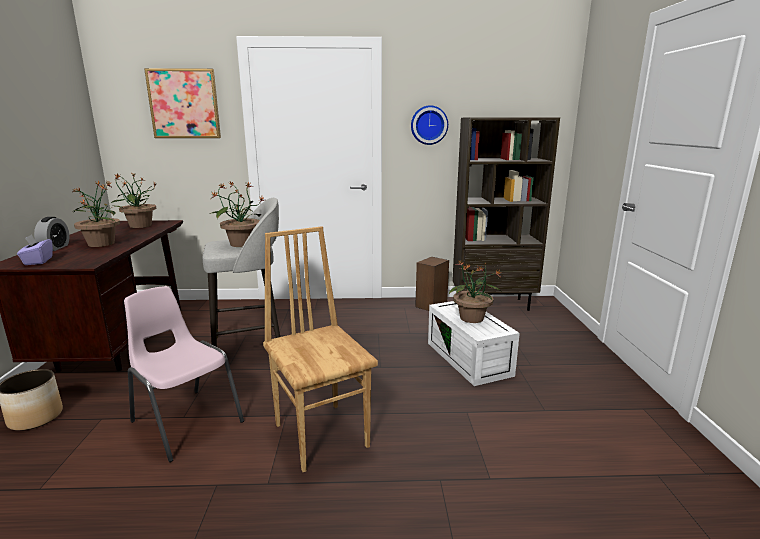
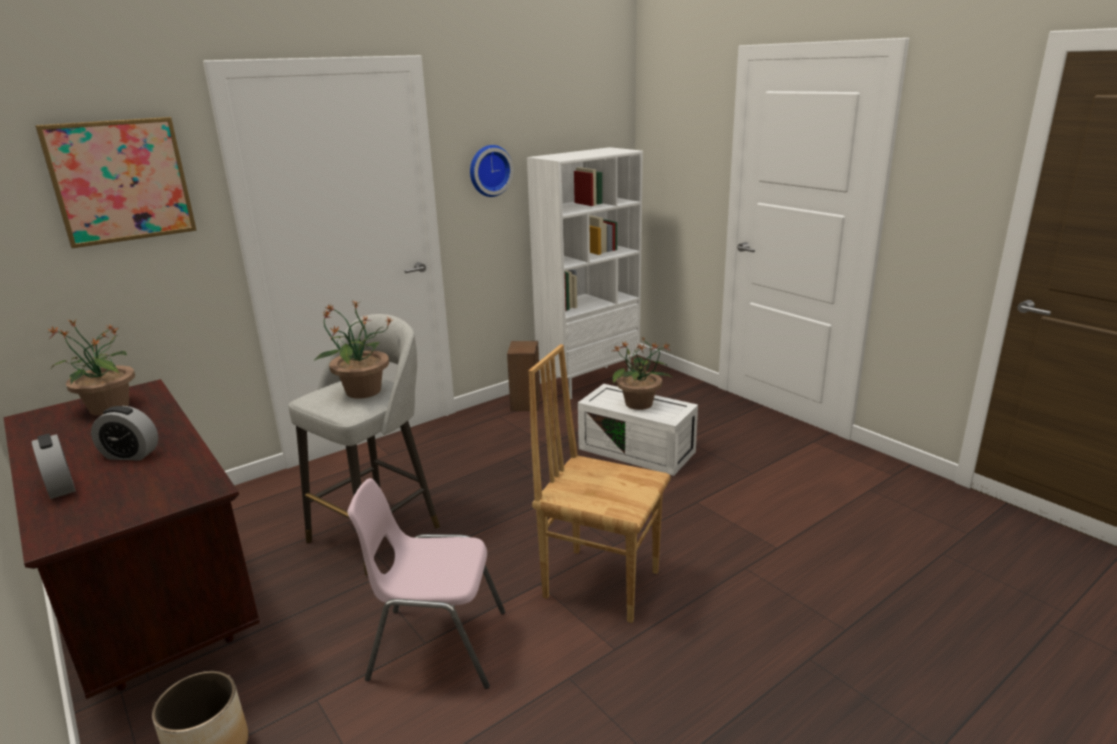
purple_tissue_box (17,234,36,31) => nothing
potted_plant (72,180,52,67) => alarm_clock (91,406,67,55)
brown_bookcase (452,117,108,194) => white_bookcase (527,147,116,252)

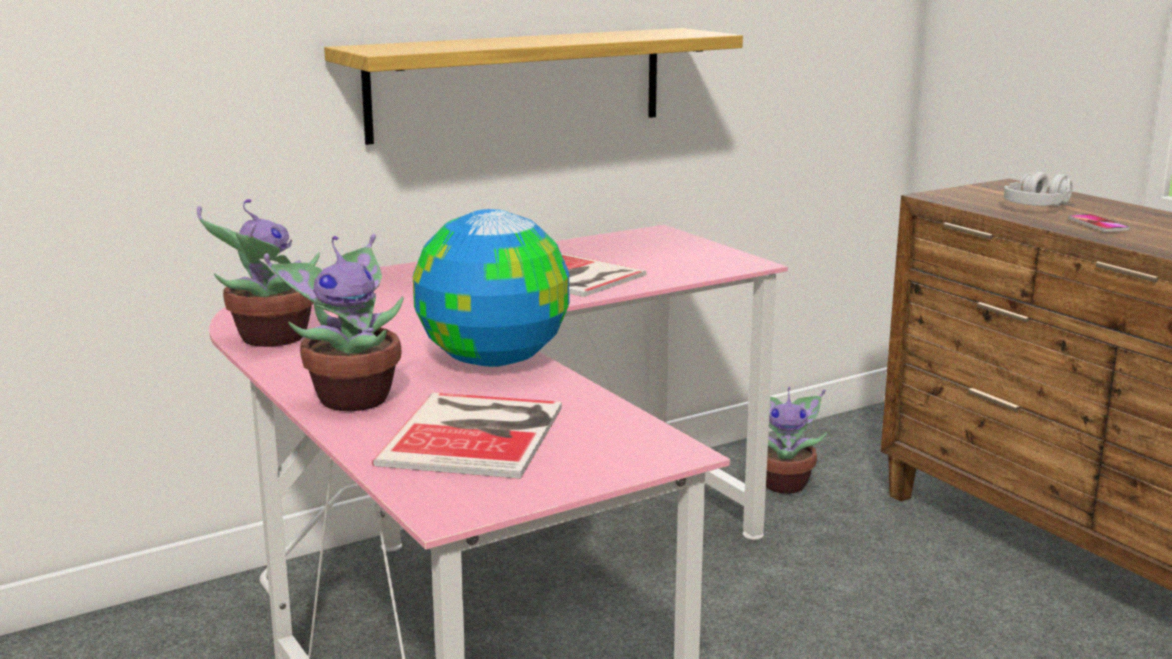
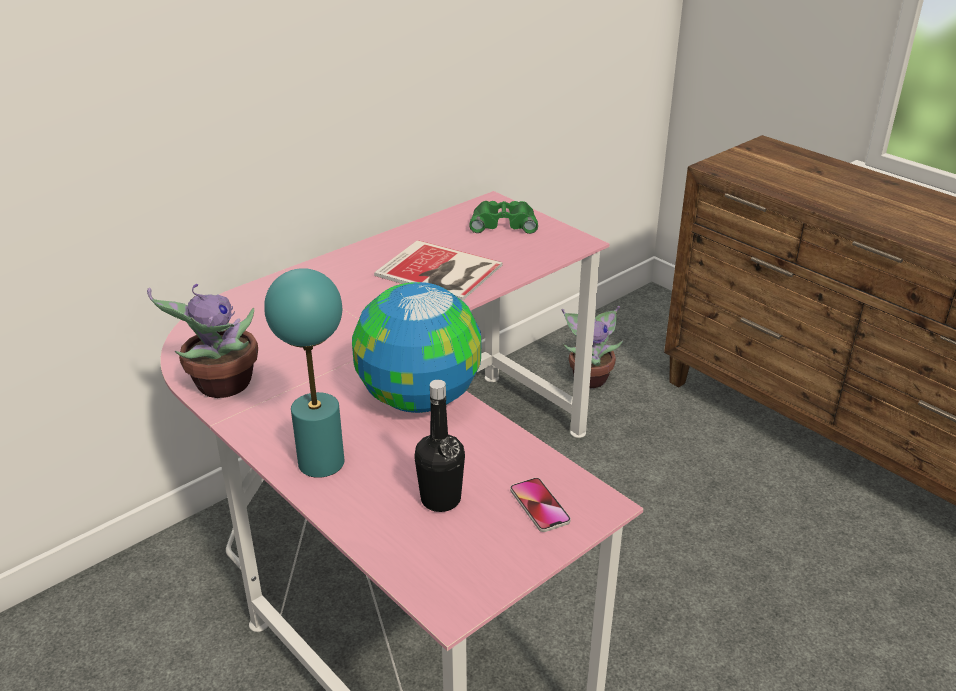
shelf (324,28,419,117) => nothing
grey_headphones (1004,171,69,35) => nothing
nothing => green_binoculars (469,201,69,33)
phone (1068,214,62,18) => phone (510,478,61,54), moved
potted_plant (264,234,140,177) => turquoise_table_lamp (264,268,80,210)
book (372,393,190,86) => black_bottle (414,380,51,132)

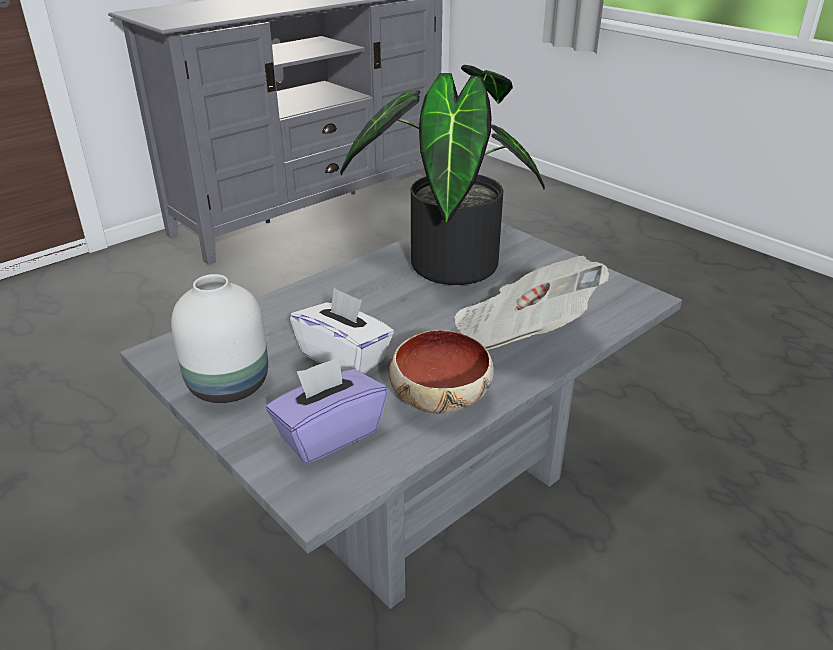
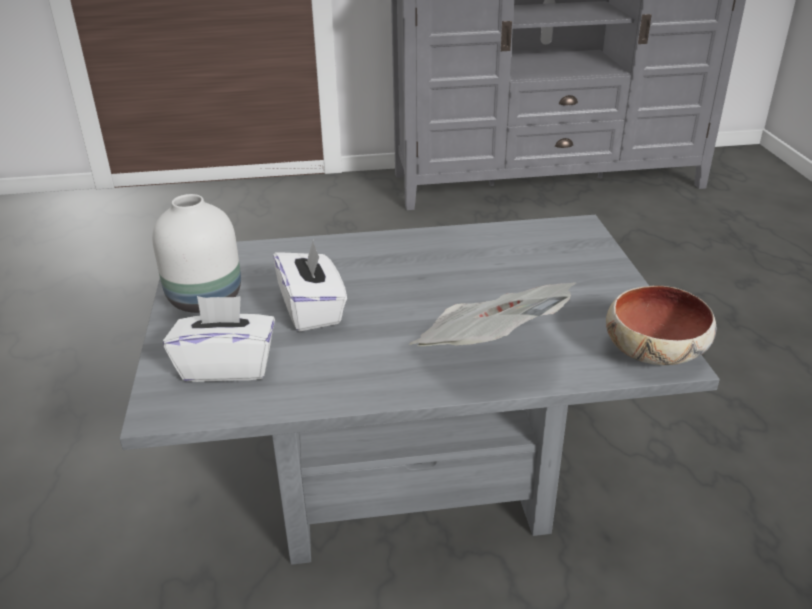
potted_plant (340,65,205,220) => nothing
bowl (389,330,105,83) => bowl (606,286,110,79), moved
purple_tissue_box (266,357,121,106) => white_tissue_box (163,296,112,86)

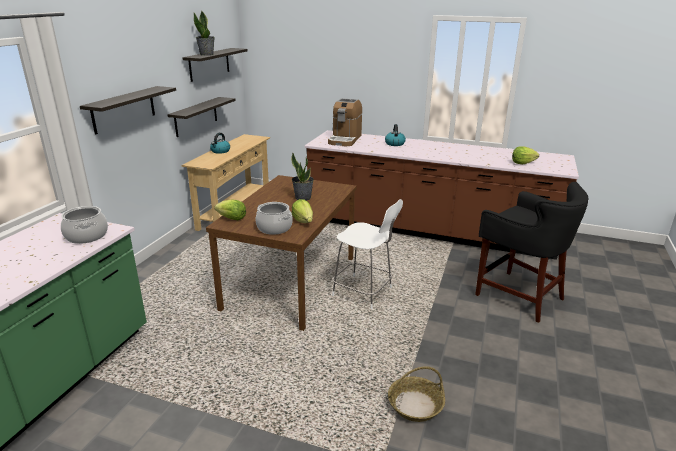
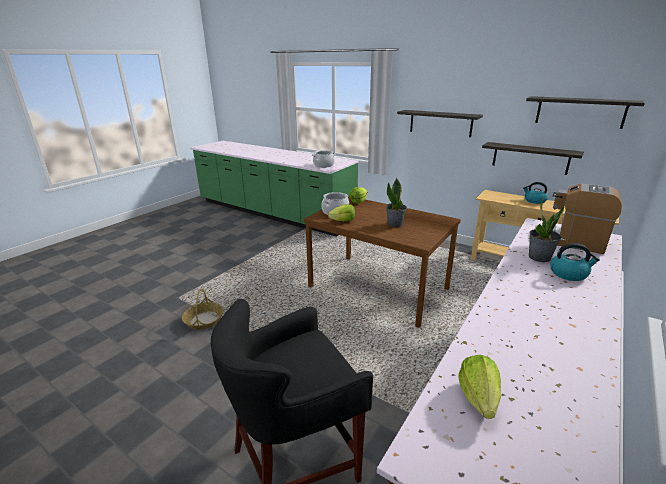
white_chair (332,199,71,110) => nothing
potted_plant (194,11,21,45) => potted_plant (529,197,38,65), moved

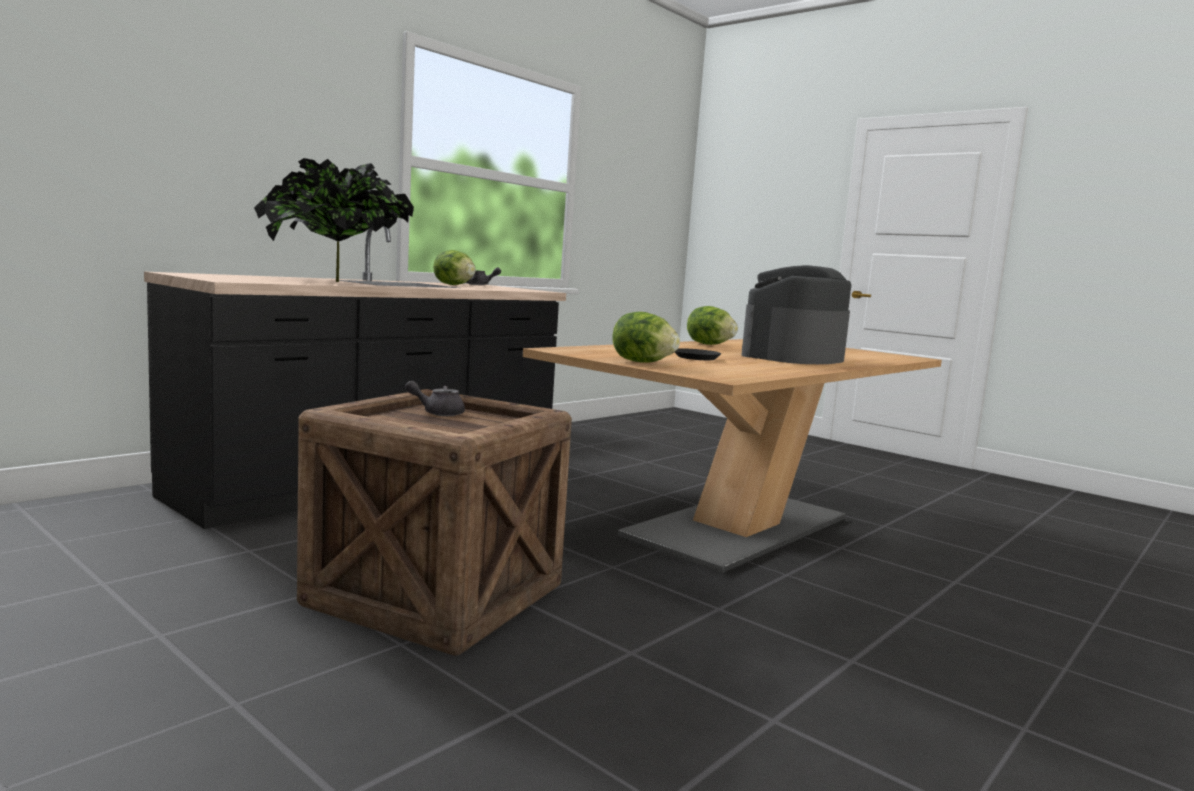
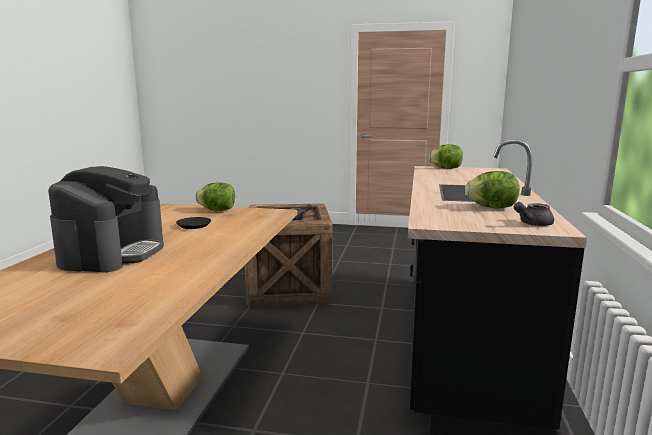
potted_plant (254,158,160,124) => nothing
lettuce (687,306,51,39) => lettuce (428,144,35,25), moved

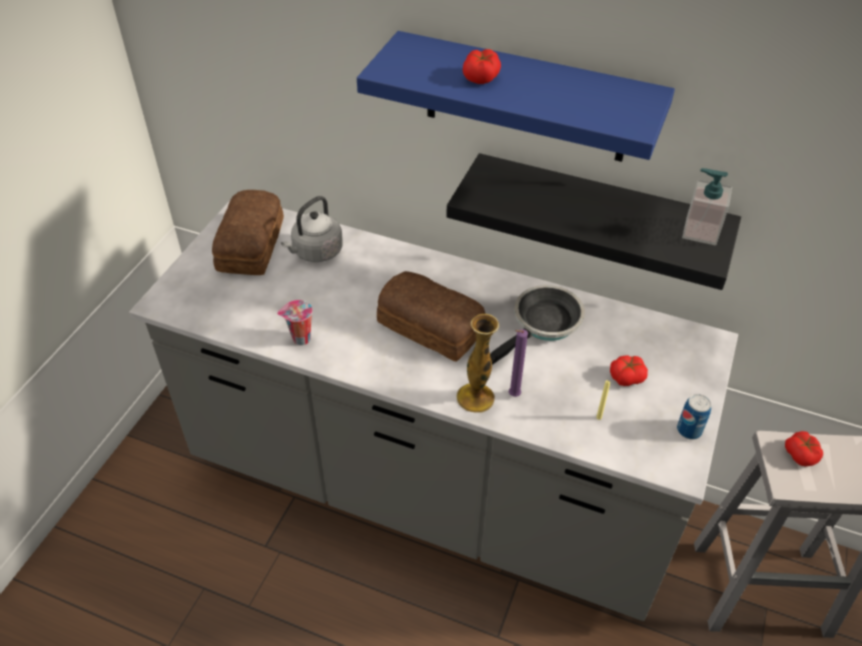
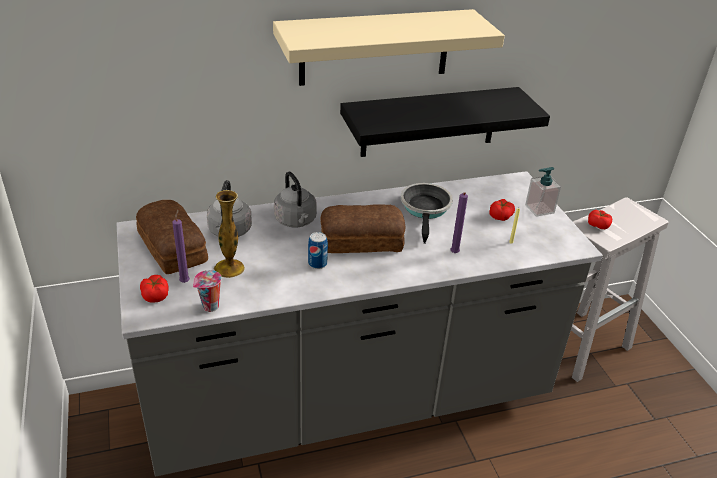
nothing => purple_candle (172,209,18,74)
nothing => grey_kettle (274,171,43,57)
cup (277,300,36,46) => cup (193,270,29,42), moved
vase (456,314,43,99) => vase (214,190,31,88), moved
tomato (463,49,38,35) => tomato (140,275,29,28), moved
can (677,394,34,46) => can (308,232,20,37), moved
soap_dispenser (682,168,50,77) => soap_dispenser (525,167,36,50), moved
blue_shelf (357,31,318,131) => beige_shelf (273,9,232,77)

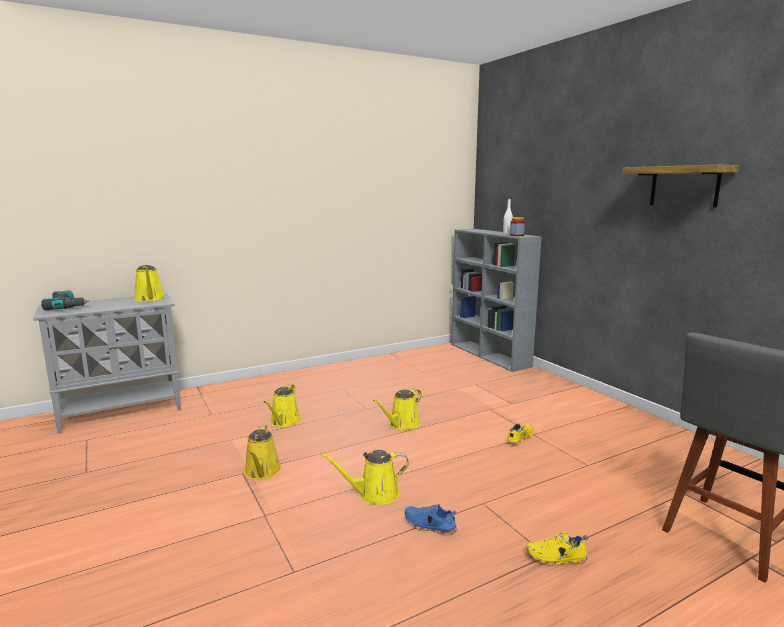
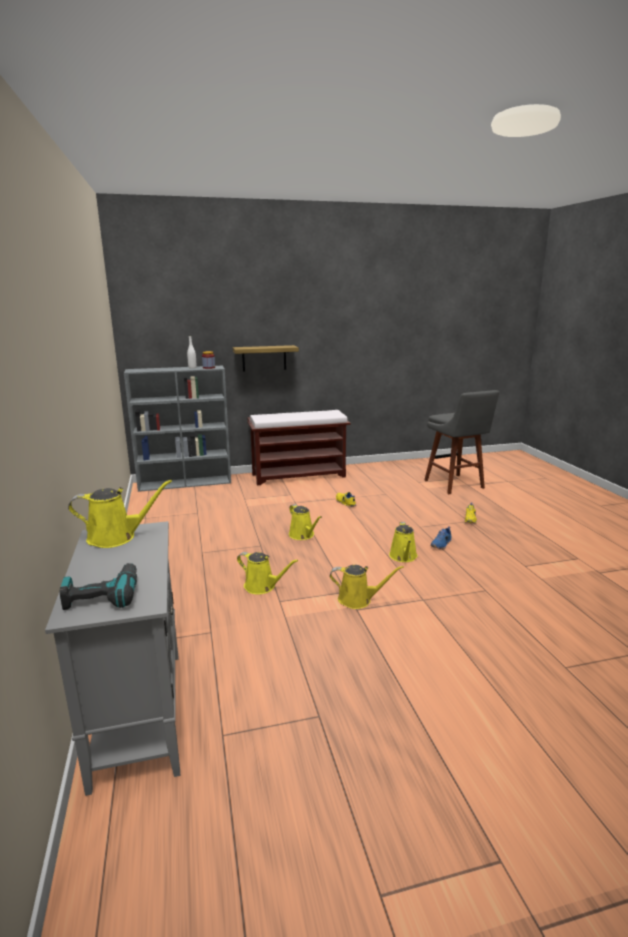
nothing => brown_bench (247,410,104,75)
shelf (622,165,117,42) => shelf (233,345,66,27), moved

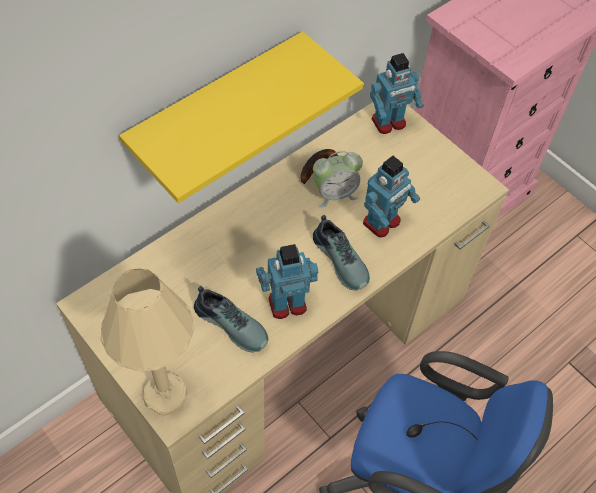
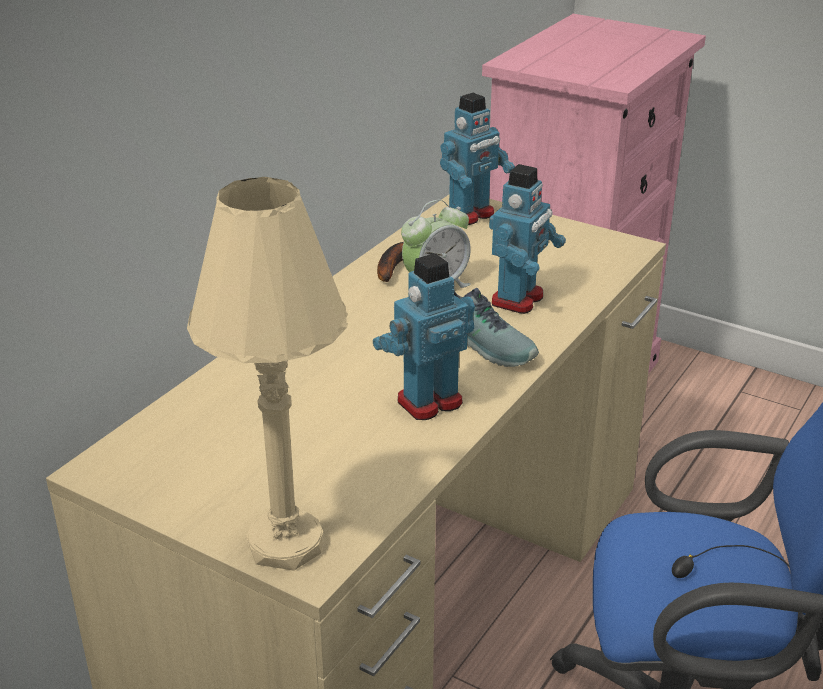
yellow_shelf (119,31,244,172) => nothing
shoe (194,286,74,67) => nothing

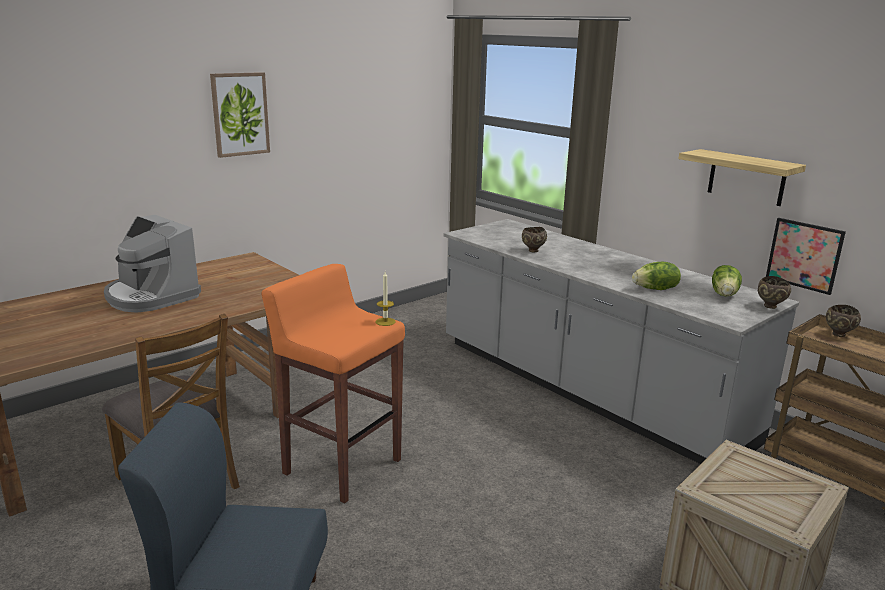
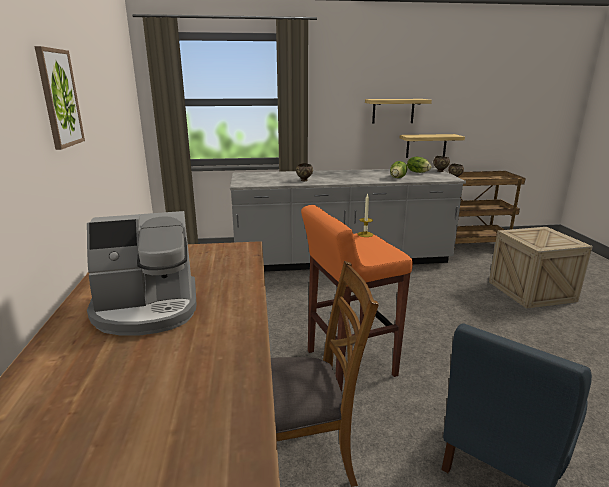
picture (766,218,80,77) => shelf (399,134,66,24)

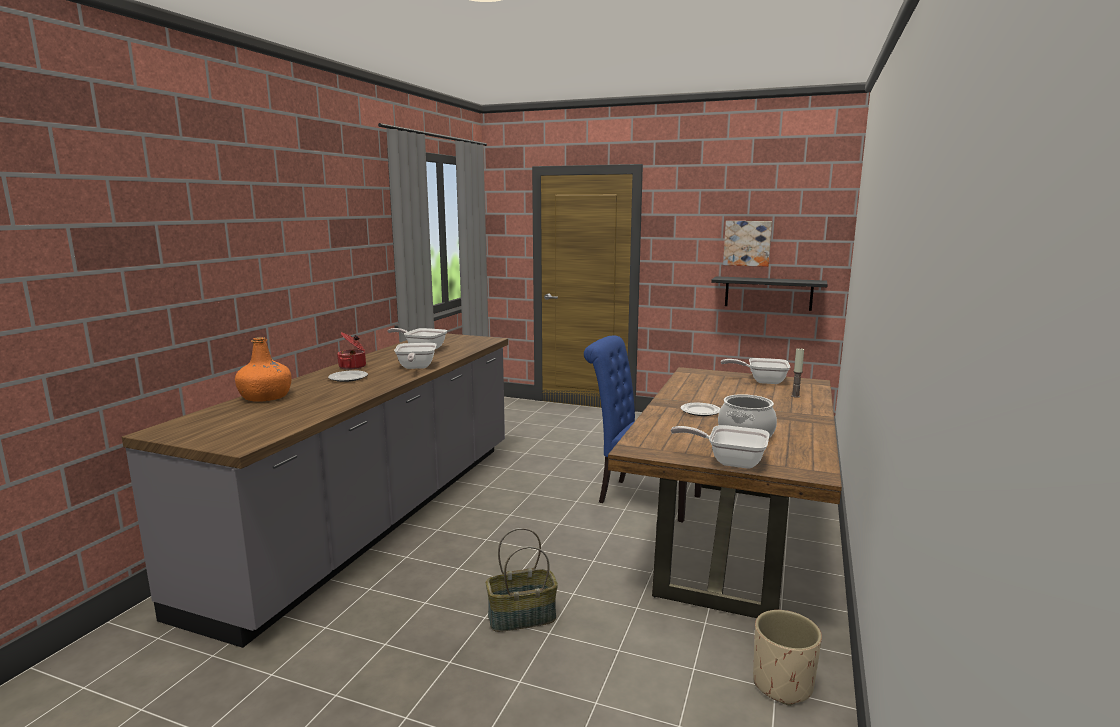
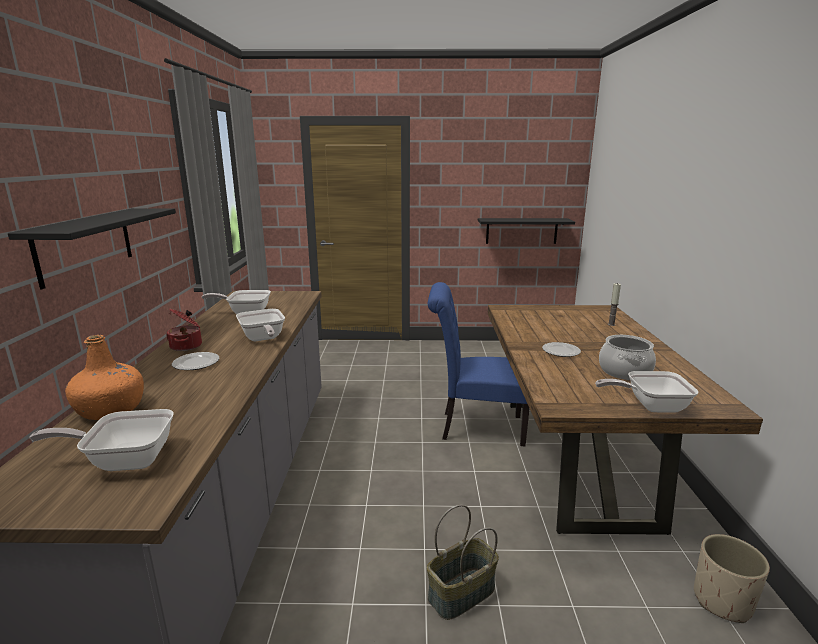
picture (723,221,49,46) => nothing
nothing => black_shelf (8,208,168,81)
frying_pan (721,358,70,26) => frying_pan (29,409,145,62), moved

